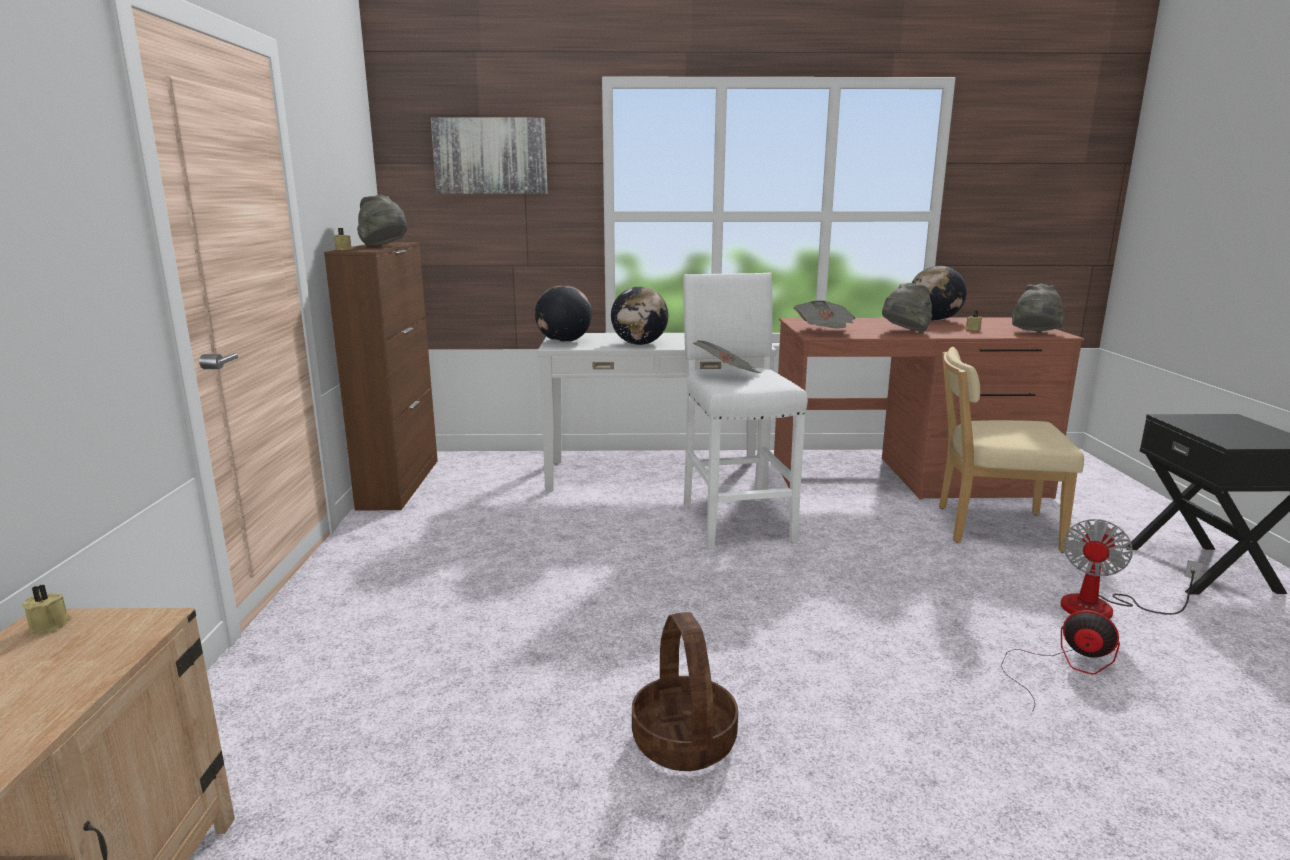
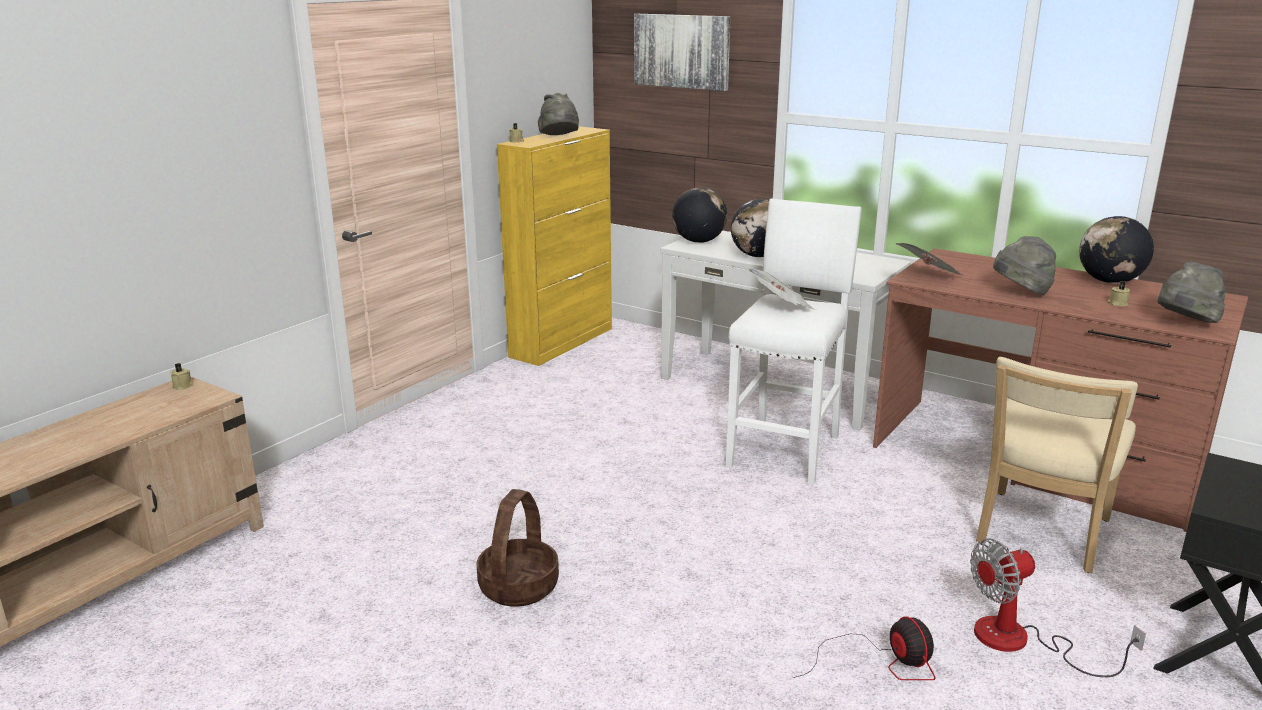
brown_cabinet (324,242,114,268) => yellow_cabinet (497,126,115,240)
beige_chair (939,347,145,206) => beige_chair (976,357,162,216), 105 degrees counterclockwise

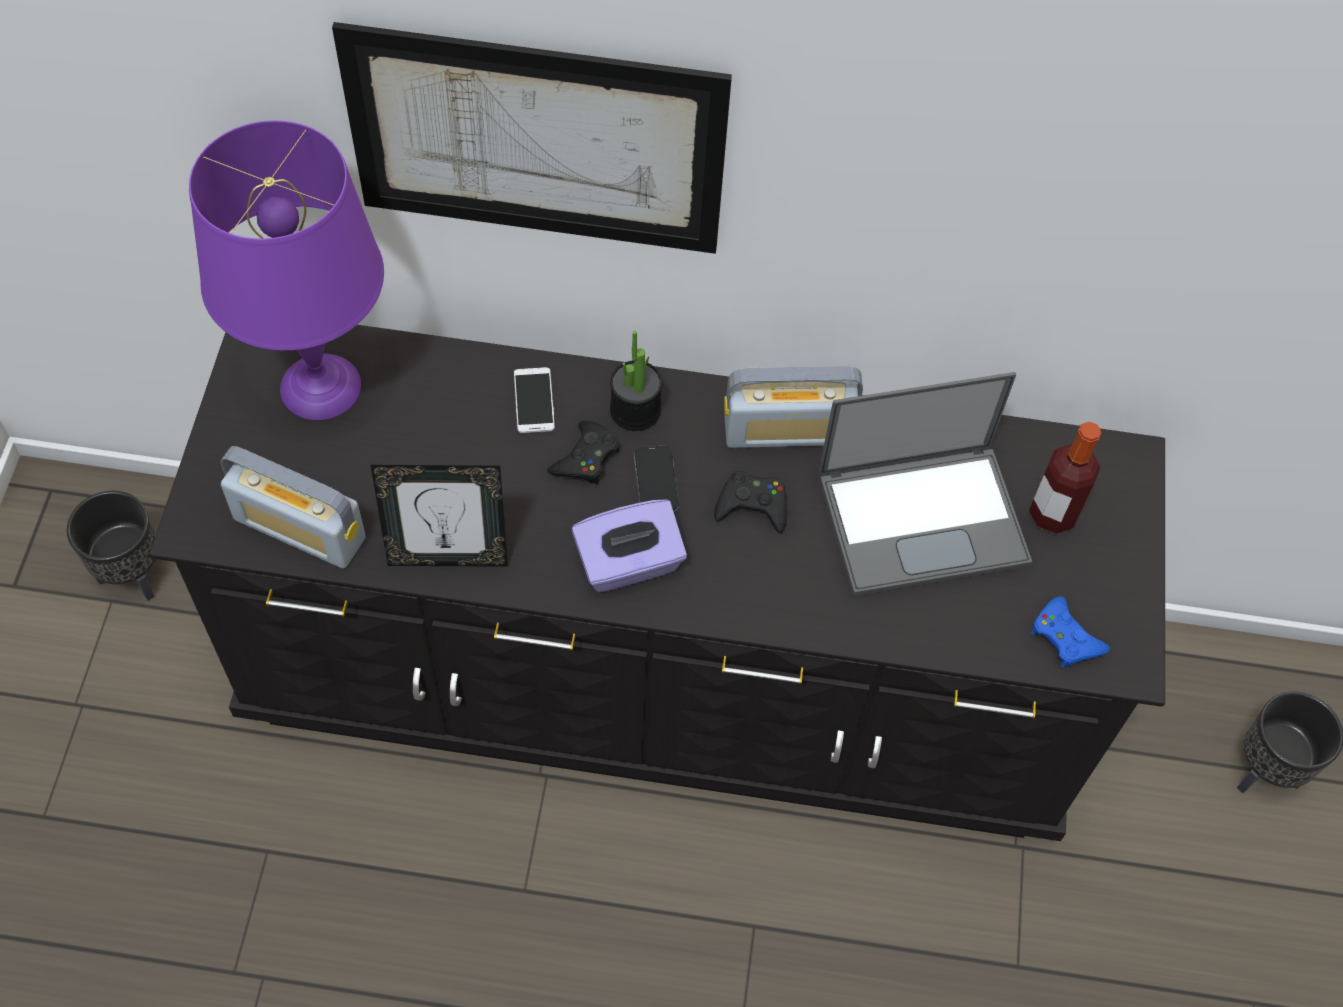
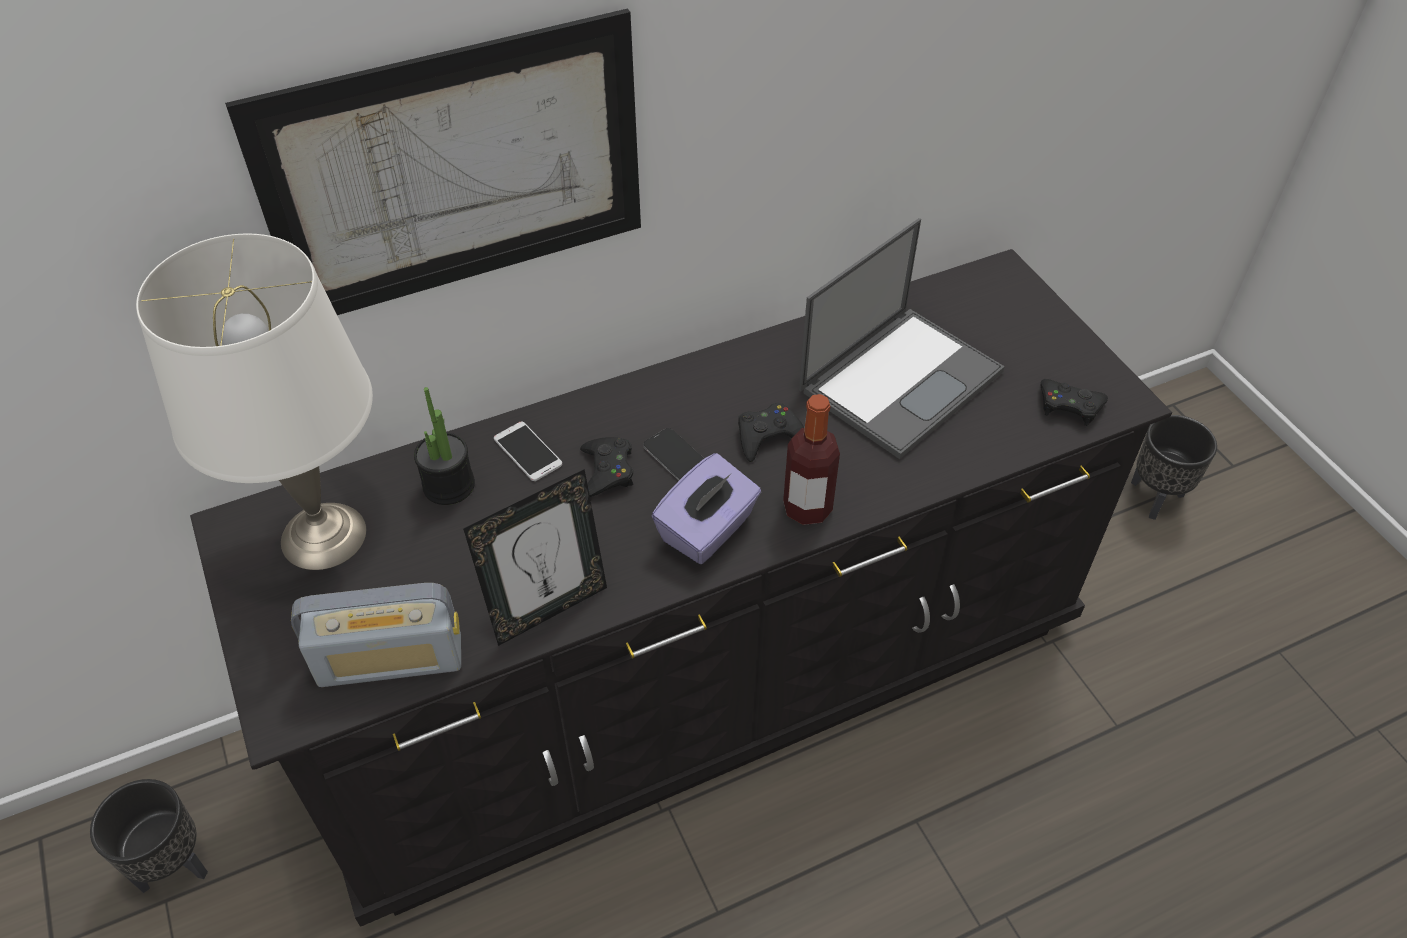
radio (724,366,139,82) => nothing
potted_plant (610,331,52,100) => potted_plant (414,387,61,118), moved
bottle (1029,422,72,112) => bottle (783,394,57,131), moved
purple_table_lamp (189,120,195,300) => white_table_lamp (136,234,237,336)
blue_game_controller (1031,596,79,72) => black_game_controller (1040,379,68,47)

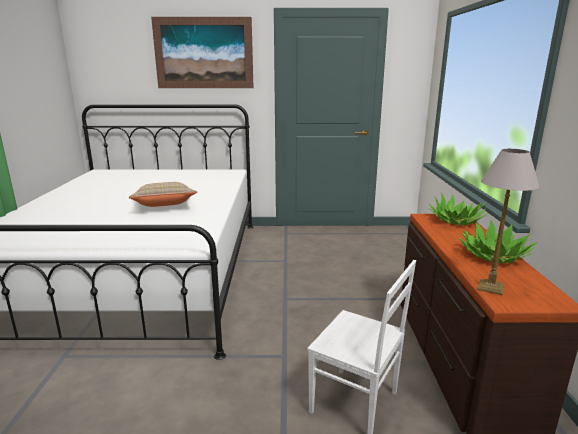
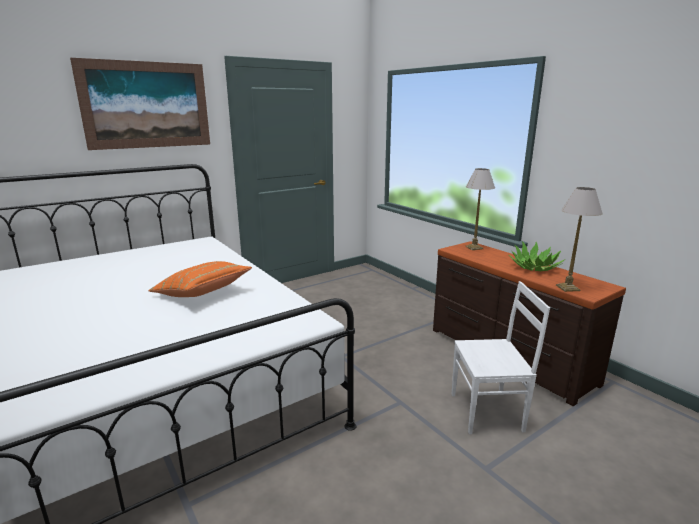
potted_plant (429,193,59,32) => table_lamp (465,168,30,82)
beige_pillow (129,182,68,25) => orange_pillow (148,261,104,36)

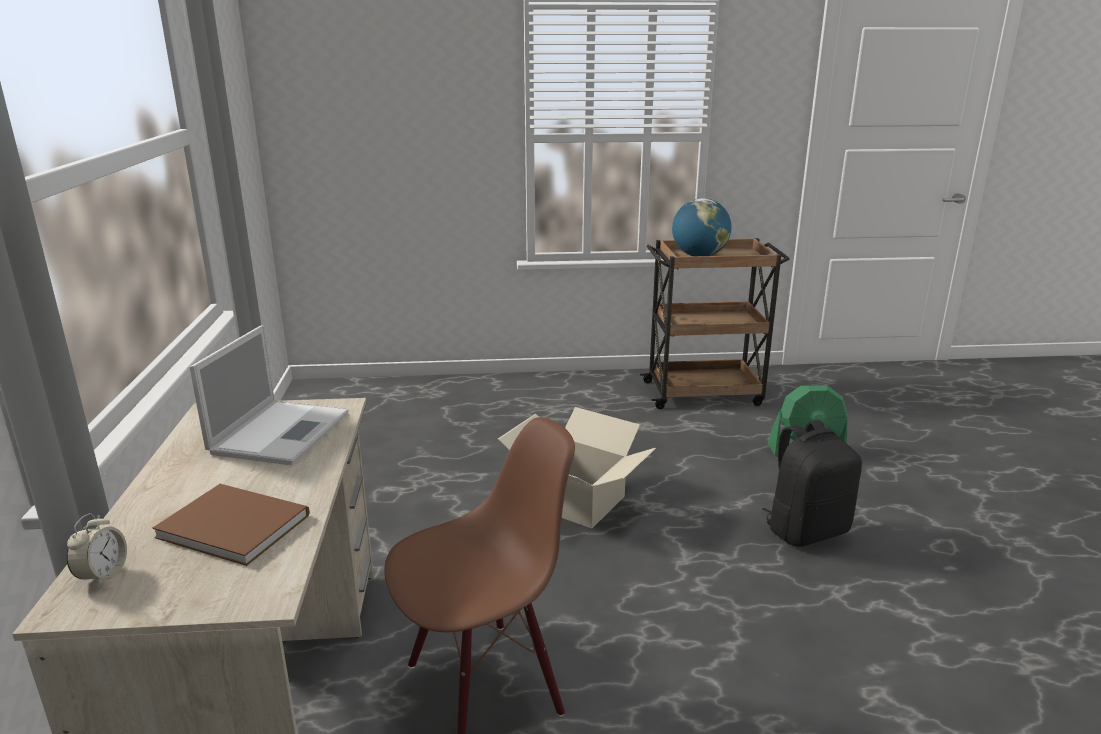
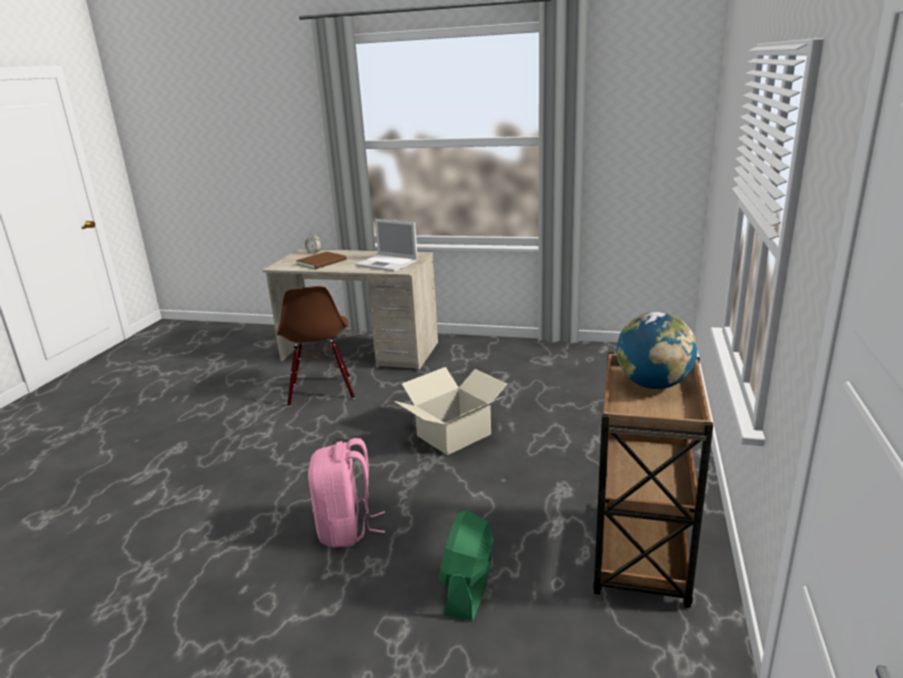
black_backpack (762,420,100,127) => pink_backpack (308,438,77,109)

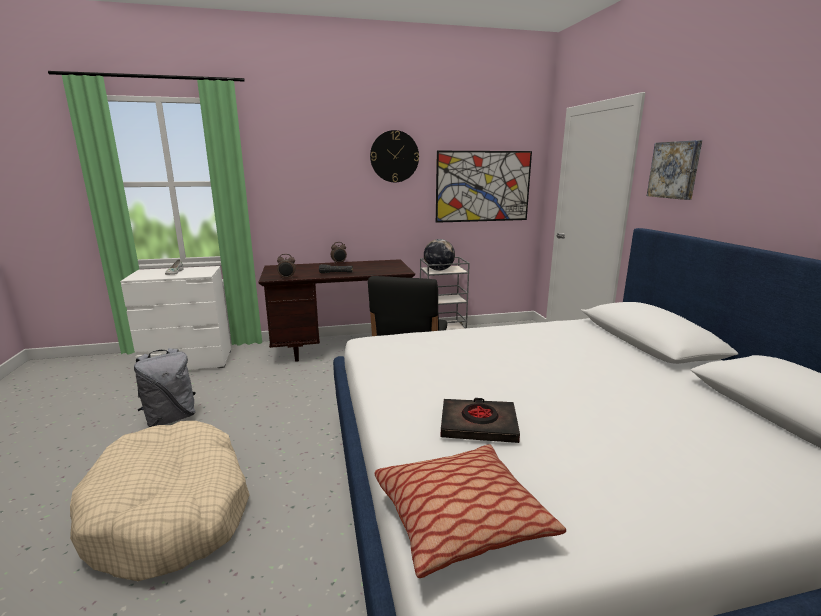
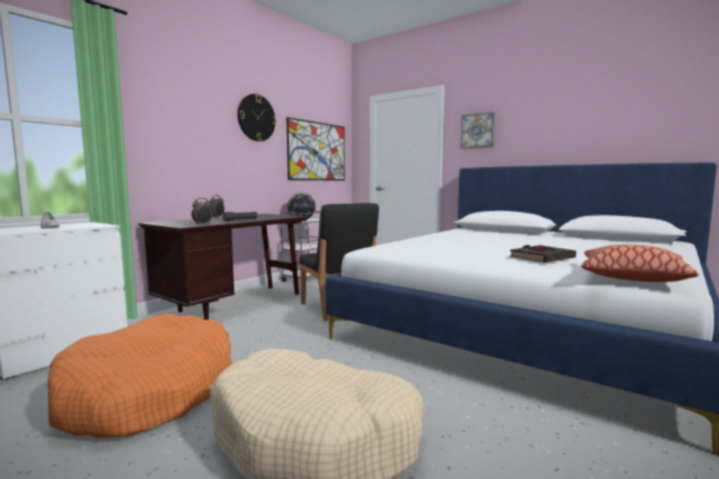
grey_backpack (134,348,62,79) => orange_dog_bed (48,313,184,125)

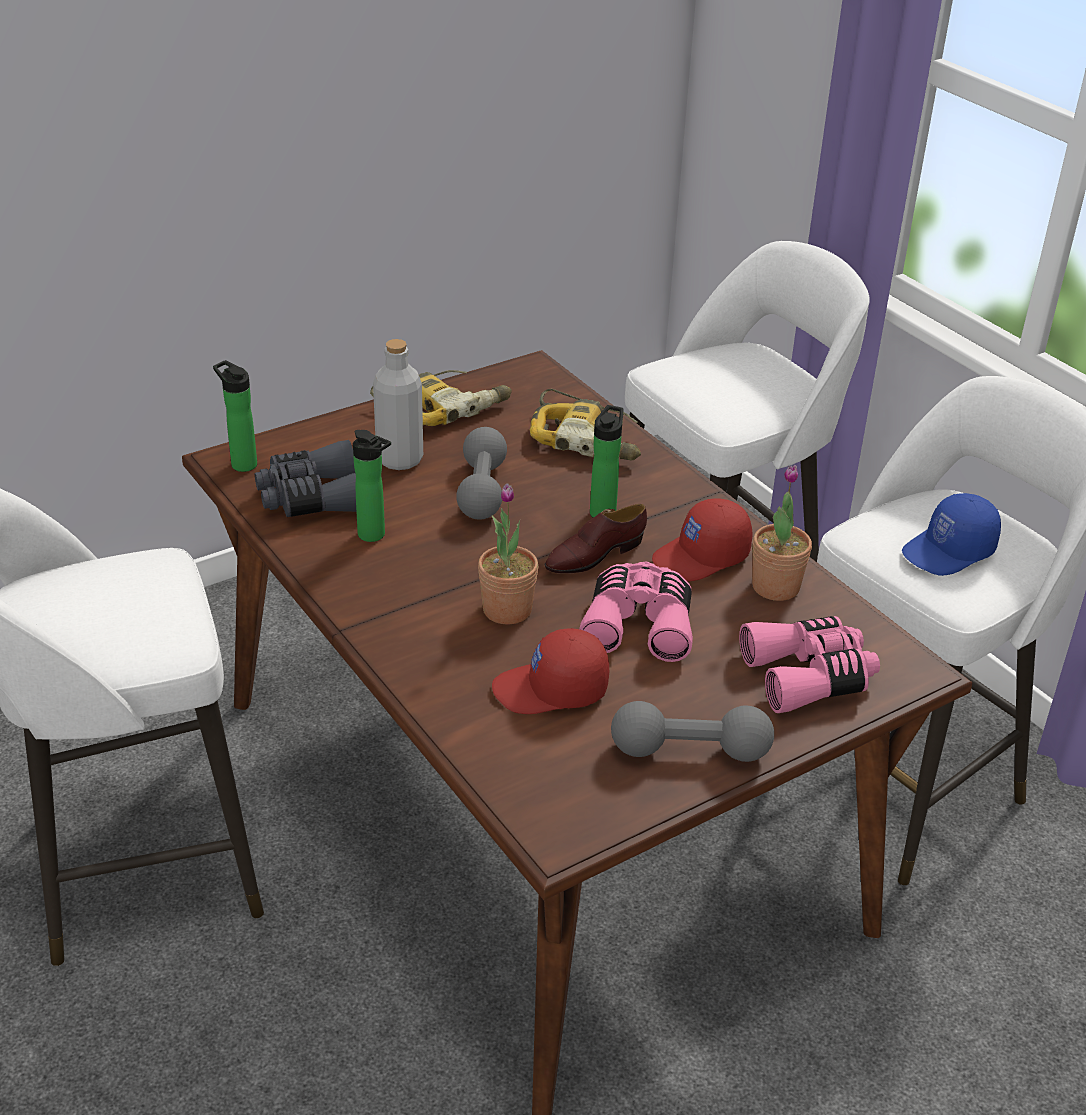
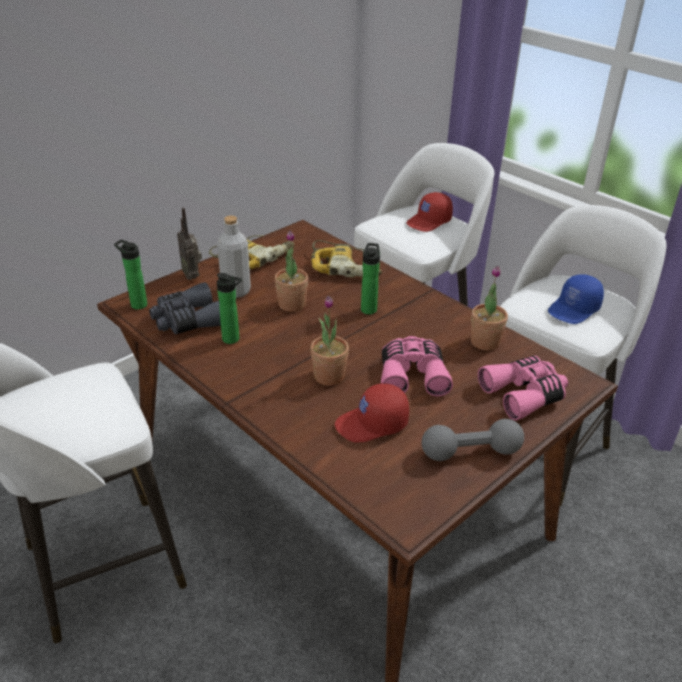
brown_shoe (544,504,103,70) => nothing
nothing => radio (177,208,25,72)
red_cap (652,499,100,83) => red_cap (406,192,47,40), moved
grey_dumbbell (456,427,51,93) => potted_plant (275,230,33,82)

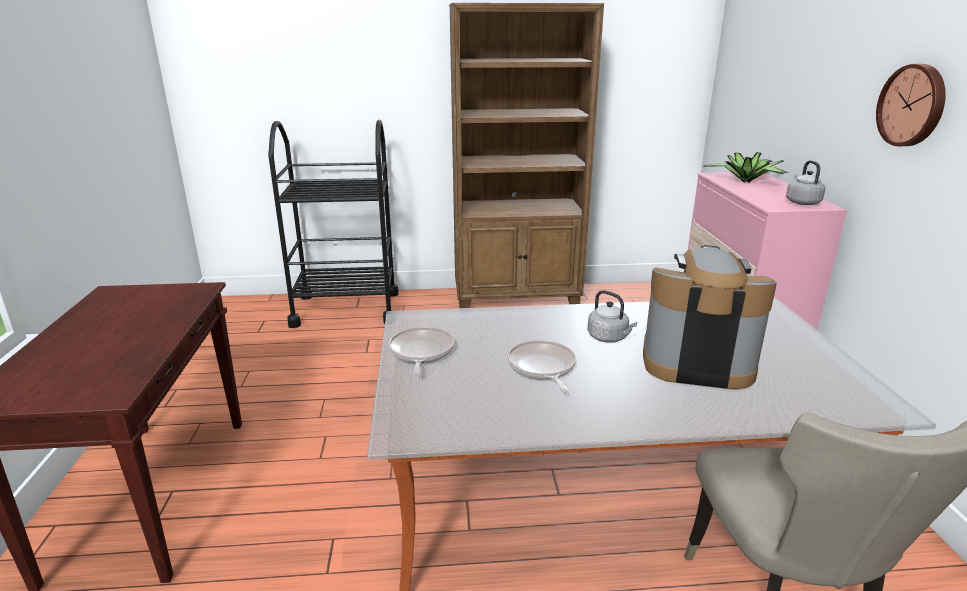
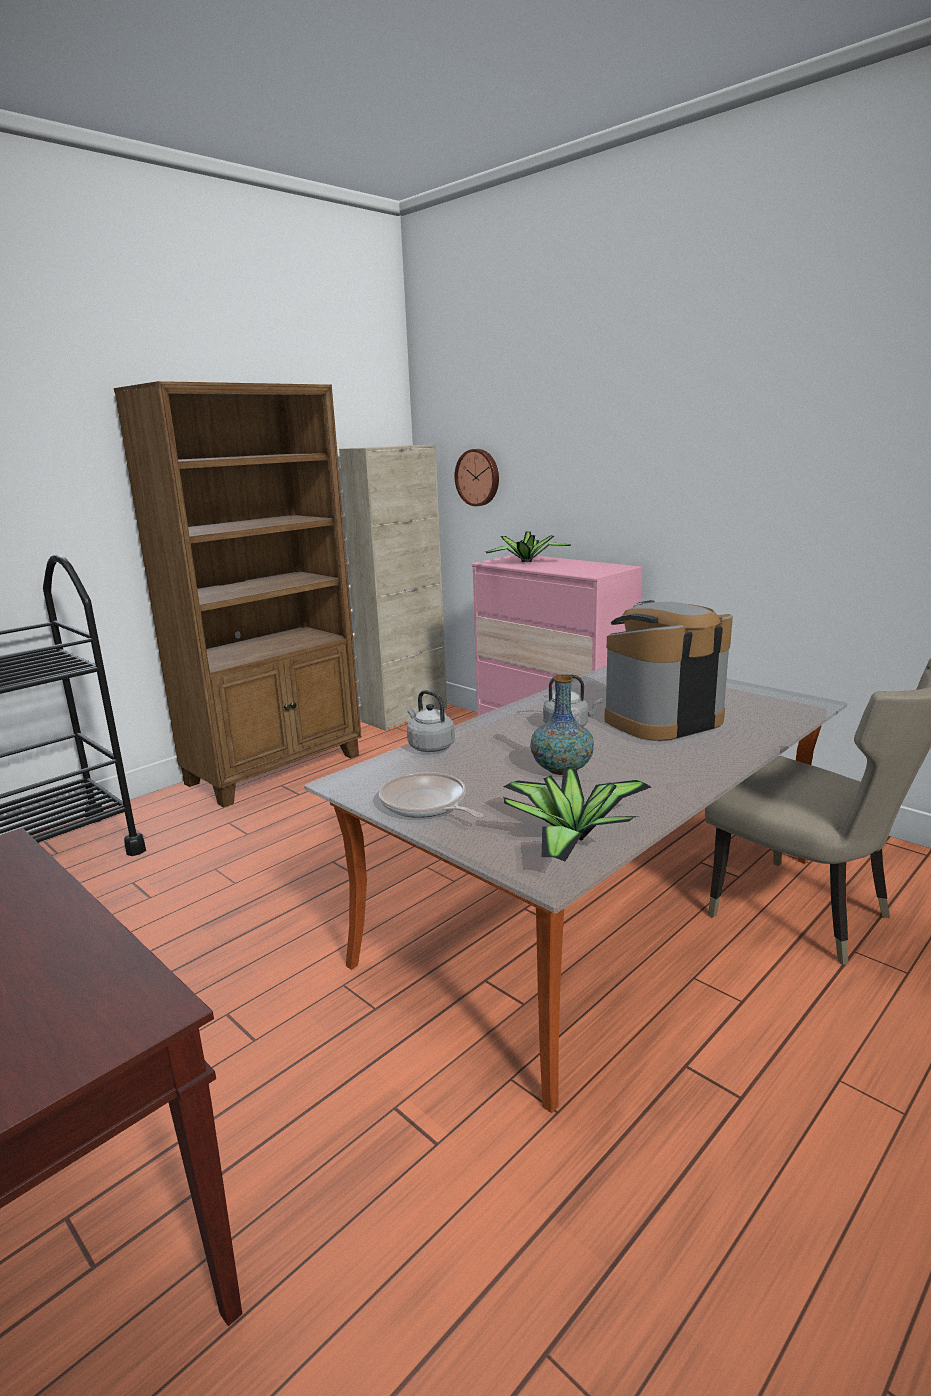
nothing => beige_cabinet (339,445,108,286)
nothing => potted_plant (503,768,148,94)
grey_kettle (786,160,39,45) => grey_kettle (407,690,48,62), moved
wall_clock (876,64,70,82) => wall_clock (454,449,45,57), moved
frying_pan (507,340,69,52) => vase (530,676,64,99)

